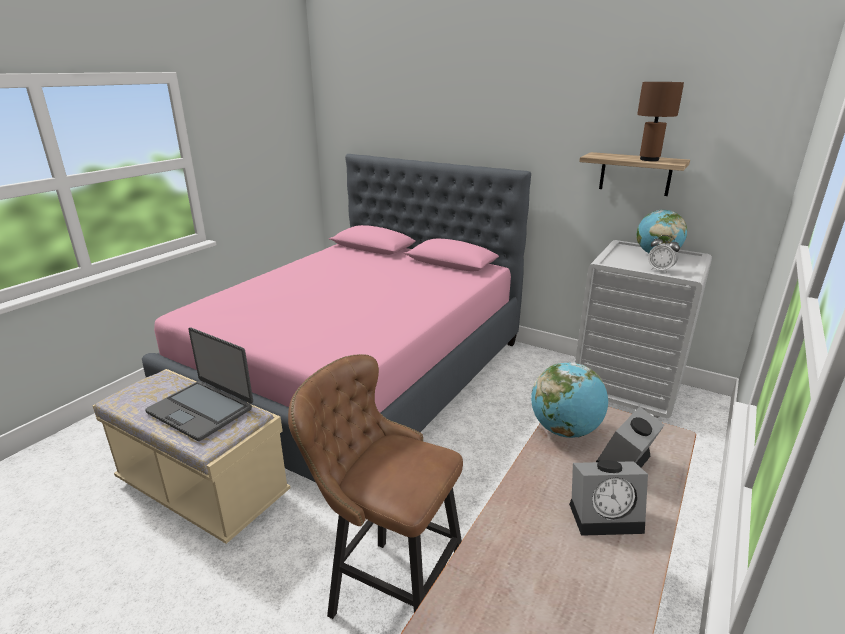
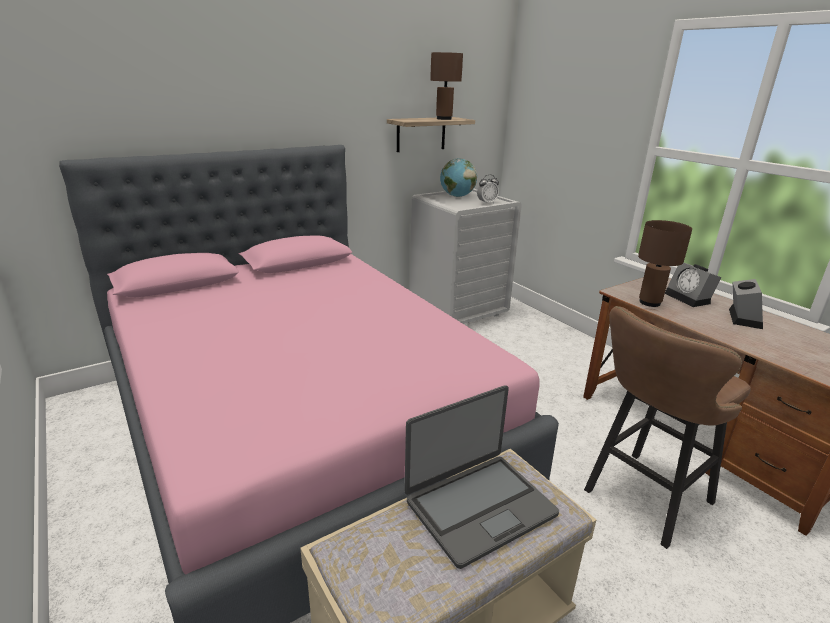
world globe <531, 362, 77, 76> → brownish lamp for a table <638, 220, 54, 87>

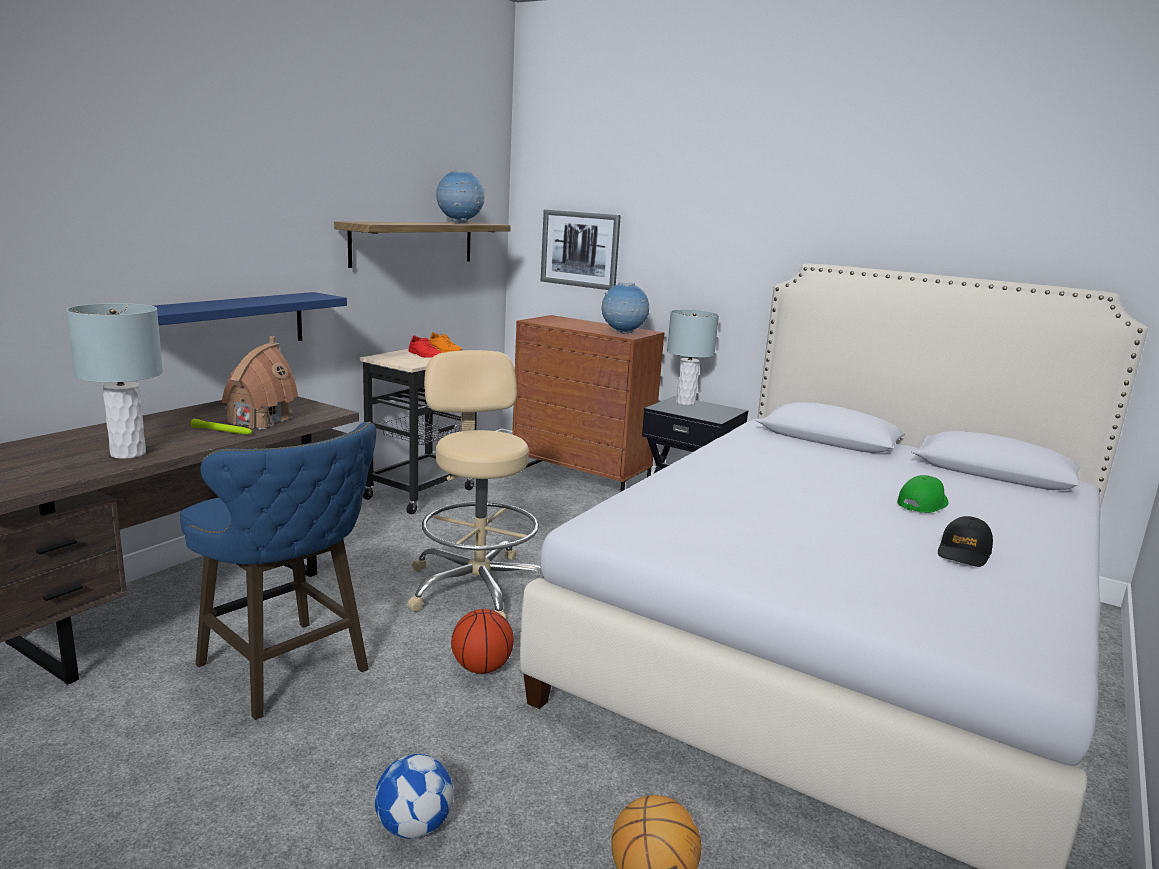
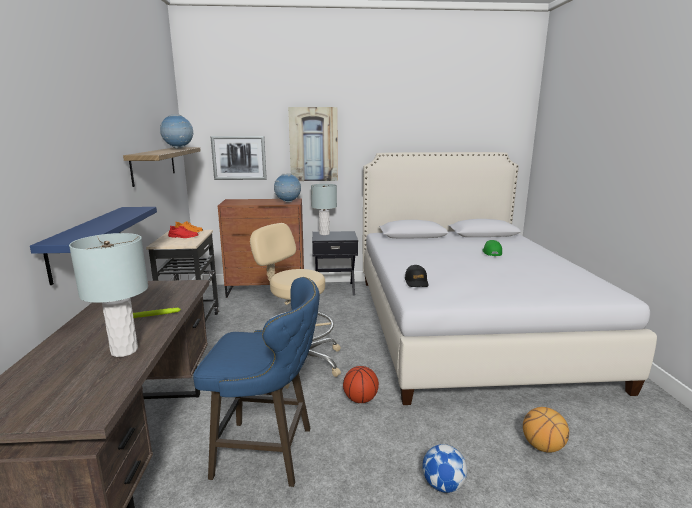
toy house <222, 336, 76, 93> → -
blackish peaked cap <938, 516, 55, 51> → blackish peaked cap <405, 265, 24, 22>, relocated
- → wall picture <288, 107, 50, 74>

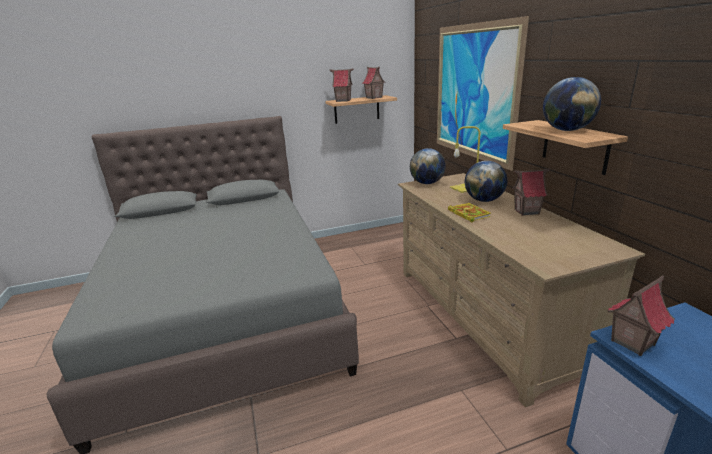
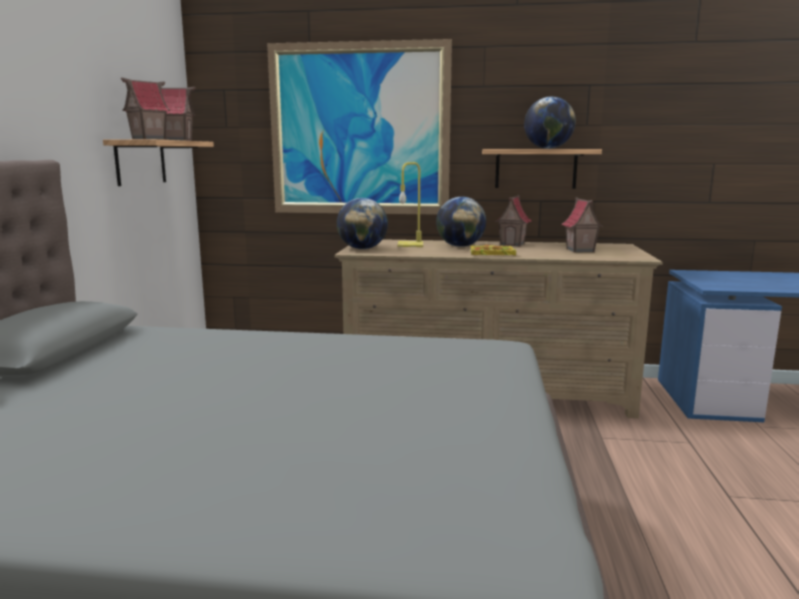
toy house <608, 275, 67, 81> → toy house <562, 197, 42, 56>, relocated

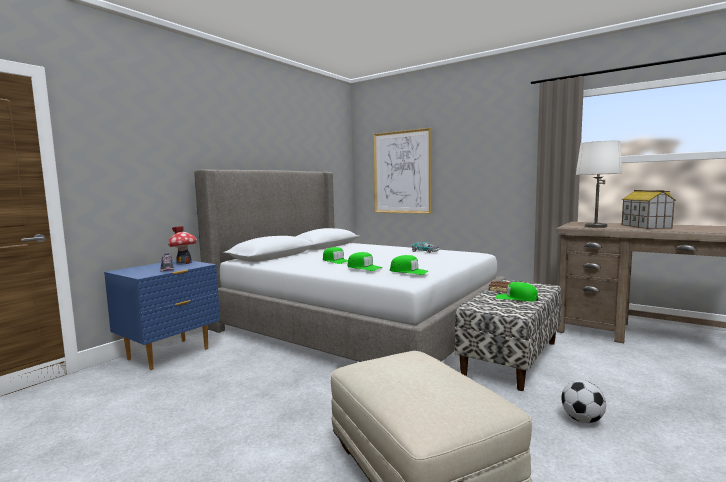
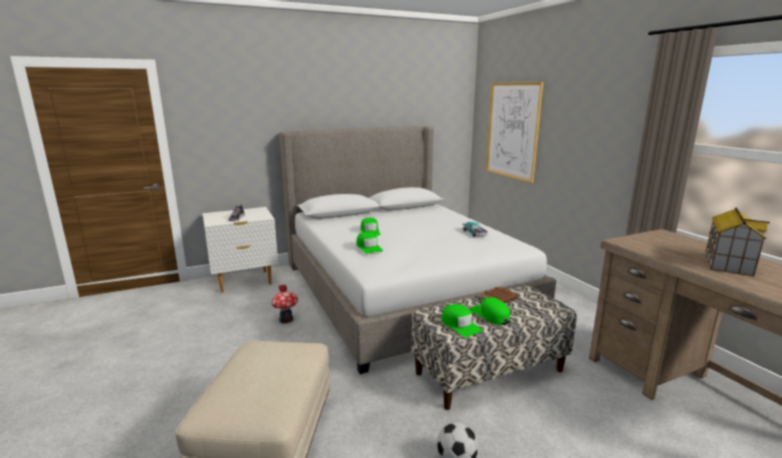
whitish lamp for a table <576, 141, 46, 87> → -
toy house <168, 226, 29, 39> → toy house <271, 284, 27, 39>, relocated
greenish peaked cap <390, 255, 38, 20> → greenish peaked cap <441, 304, 41, 33>, relocated
blue bedside table <104, 260, 116, 110> → whitish bedside table <202, 207, 76, 85>

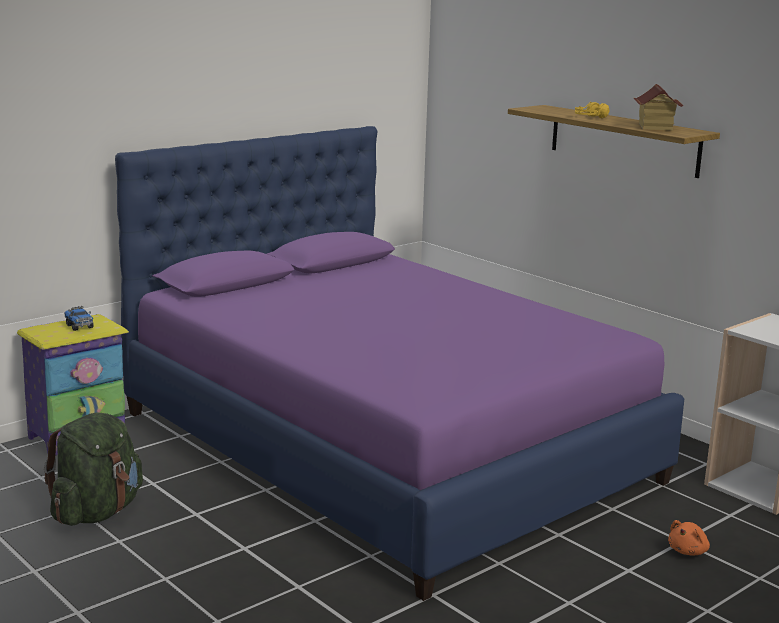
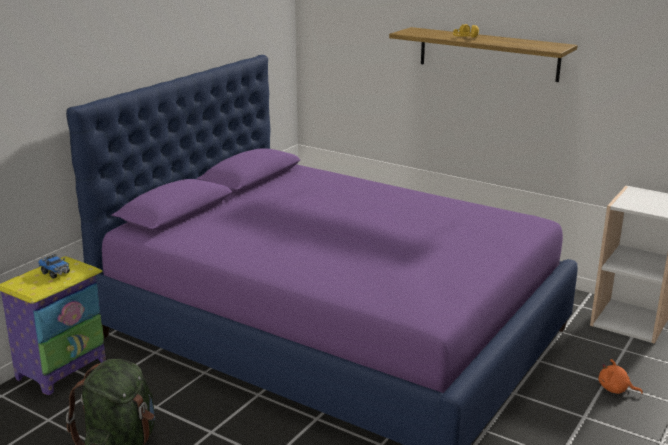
toy house <634, 84, 50, 46> → -
orange-coloured plush toy <668, 520, 42, 36> → orange-coloured plush toy <598, 359, 45, 36>, 90 degrees clockwise

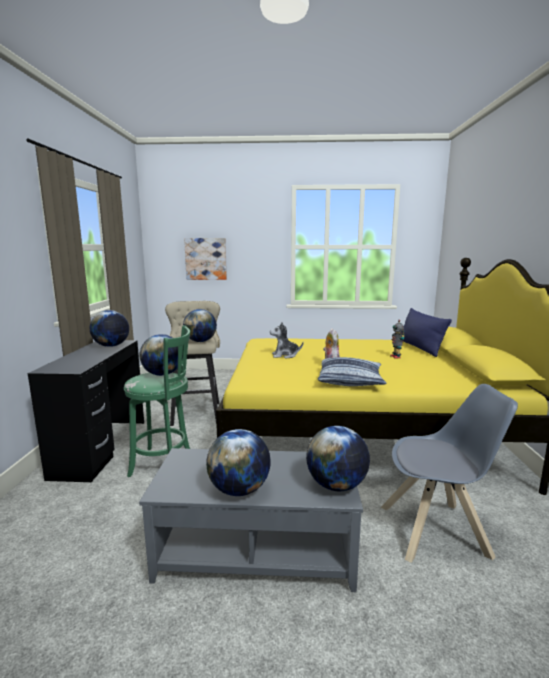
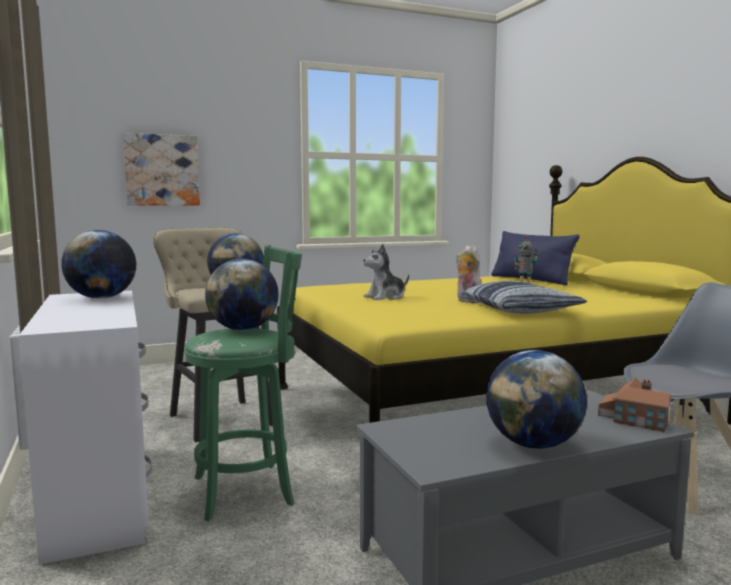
blackish desk <28, 340, 116, 142> → whitish desk <19, 291, 133, 274>
world globe <306, 426, 64, 65> → toy house <598, 378, 73, 54>

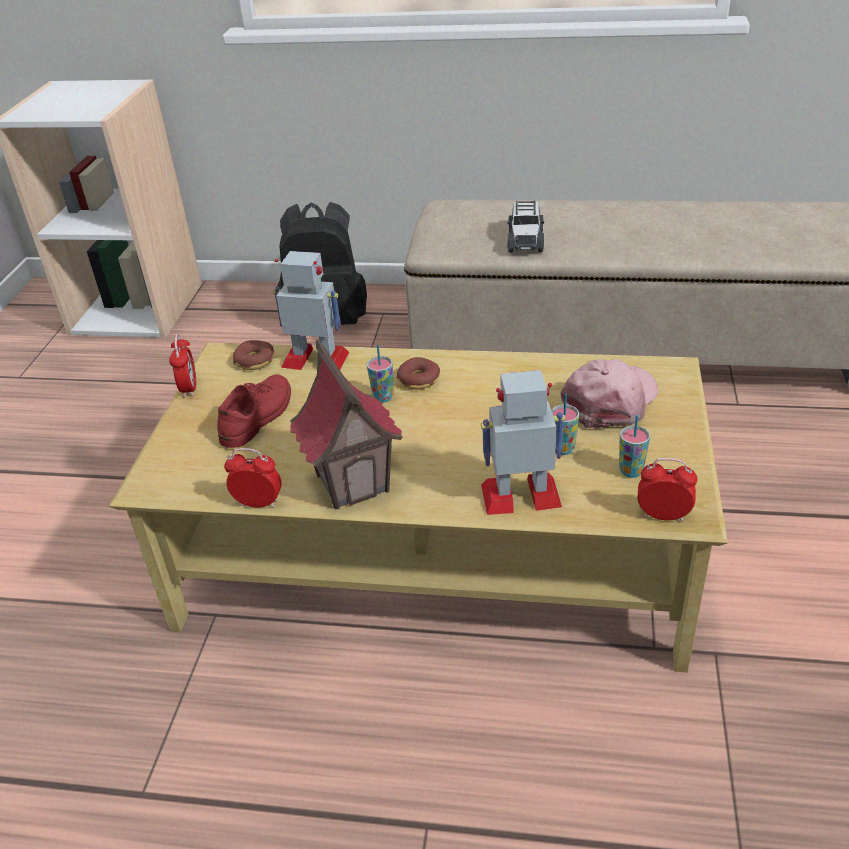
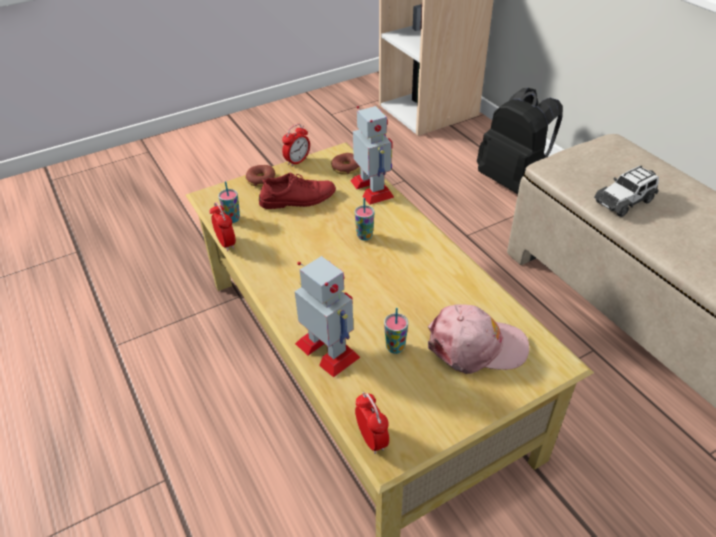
toy house <290, 339, 113, 170> → -
doughnut <397, 357, 43, 33> → doughnut <246, 165, 29, 22>, relocated
small cup <619, 415, 31, 63> → small cup <218, 181, 22, 42>, relocated

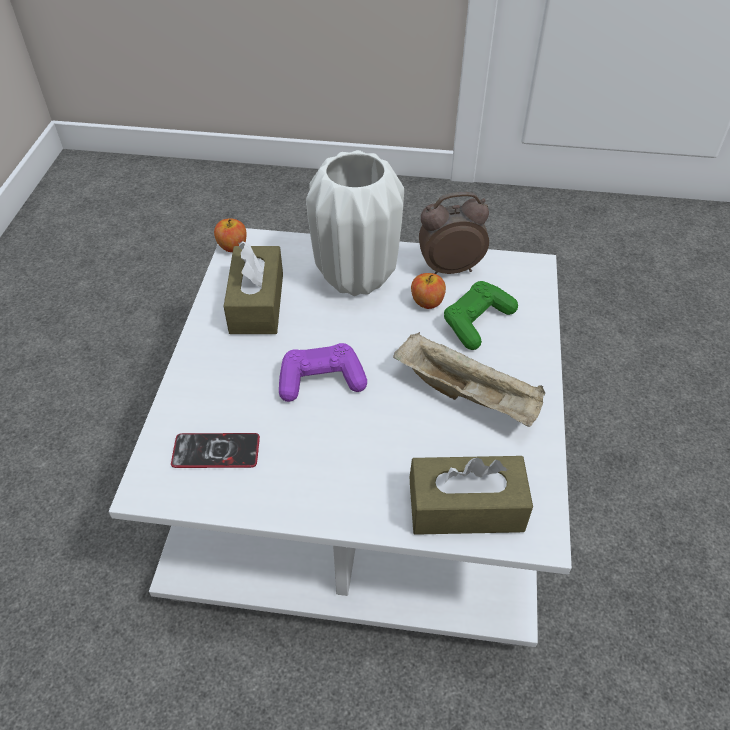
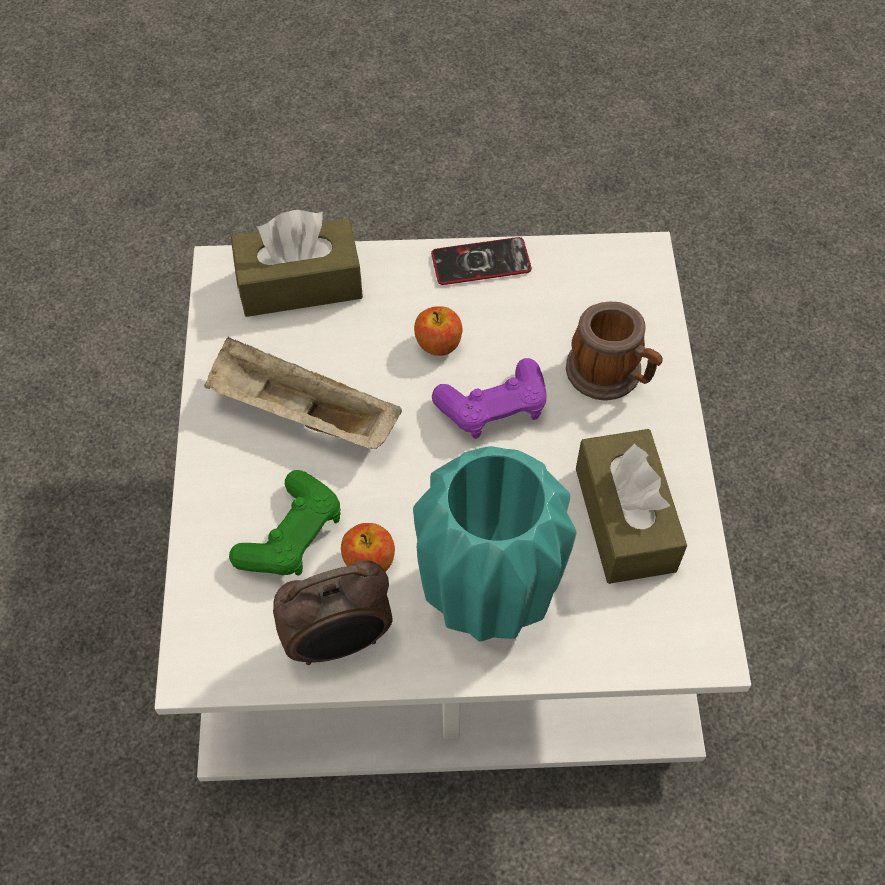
whitish flower vase <306, 150, 98, 146> → blue-green flower vase <413, 446, 164, 196>
apple <214, 218, 33, 34> → apple <414, 306, 48, 50>, relocated
handset <171, 433, 89, 35> → handset <431, 237, 101, 48>, relocated
- → mug <566, 302, 97, 99>

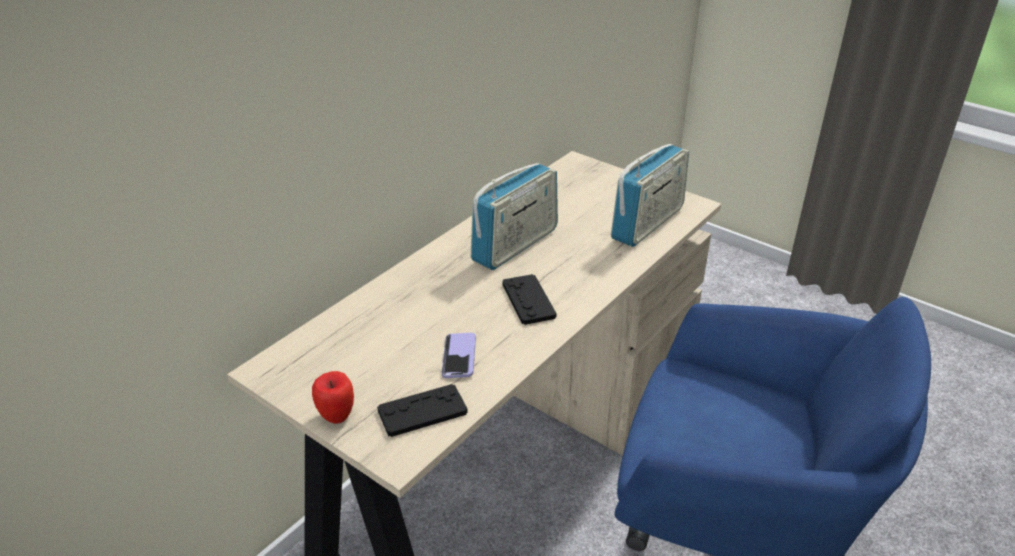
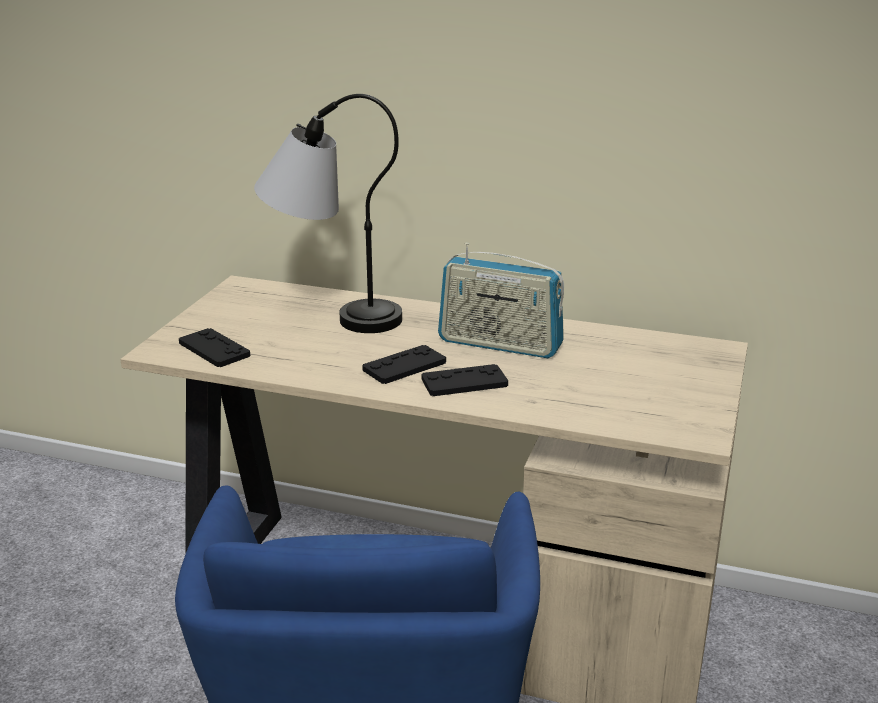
radio set <611, 144, 78, 103> → -
handset <442, 333, 34, 45> → -
apple <312, 371, 42, 53> → -
- → lamp for a table <254, 94, 148, 239>
- → blackish game controller <421, 364, 87, 32>

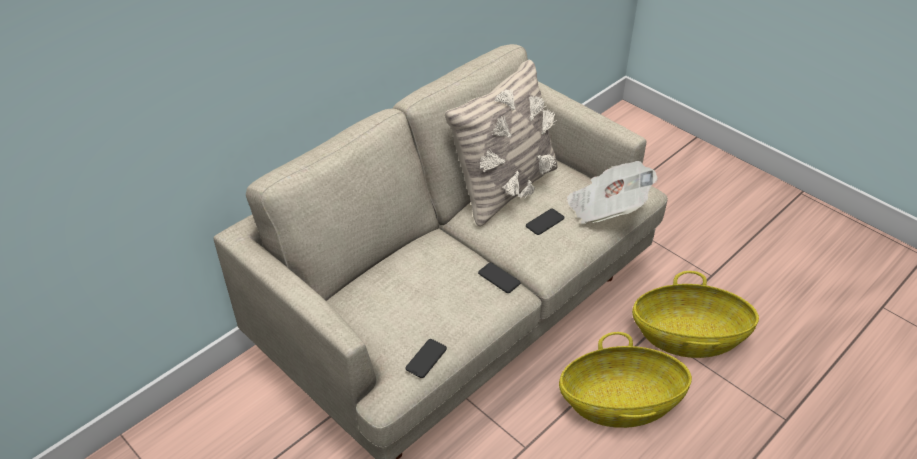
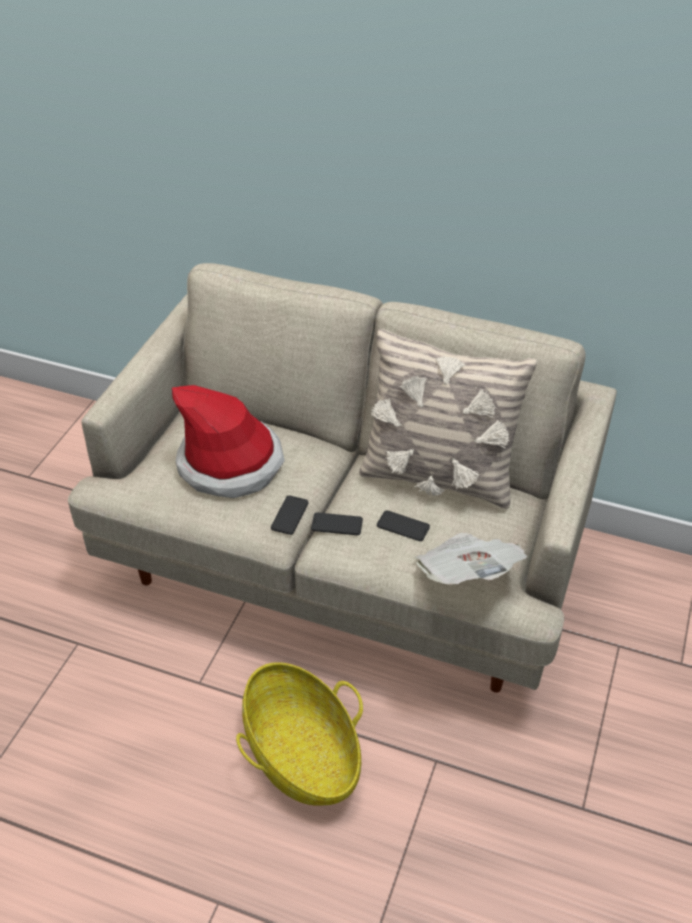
household basket <632, 271, 127, 87> → -
handset <406, 339, 41, 39> → handset <311, 512, 52, 23>, relocated
- → clothing hat <172, 385, 113, 113>

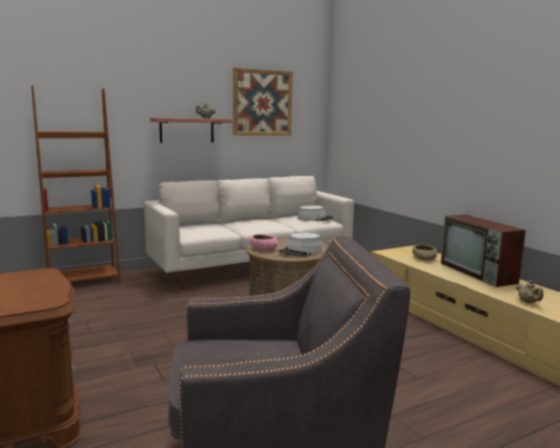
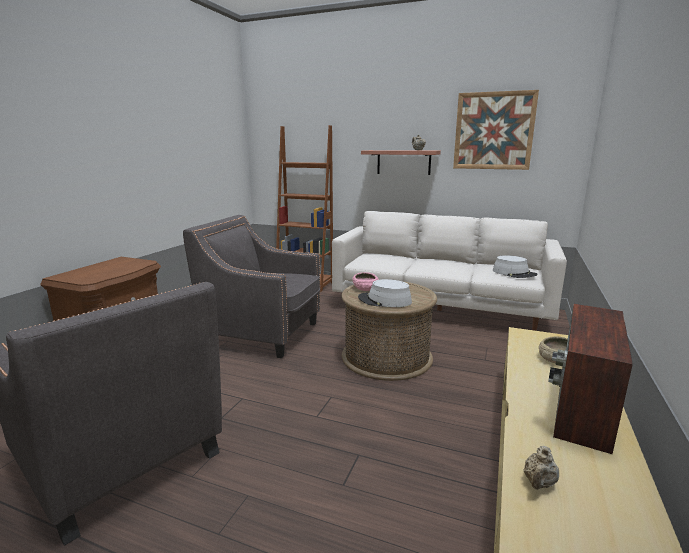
- → grey armchair <183, 215, 137, 143>

